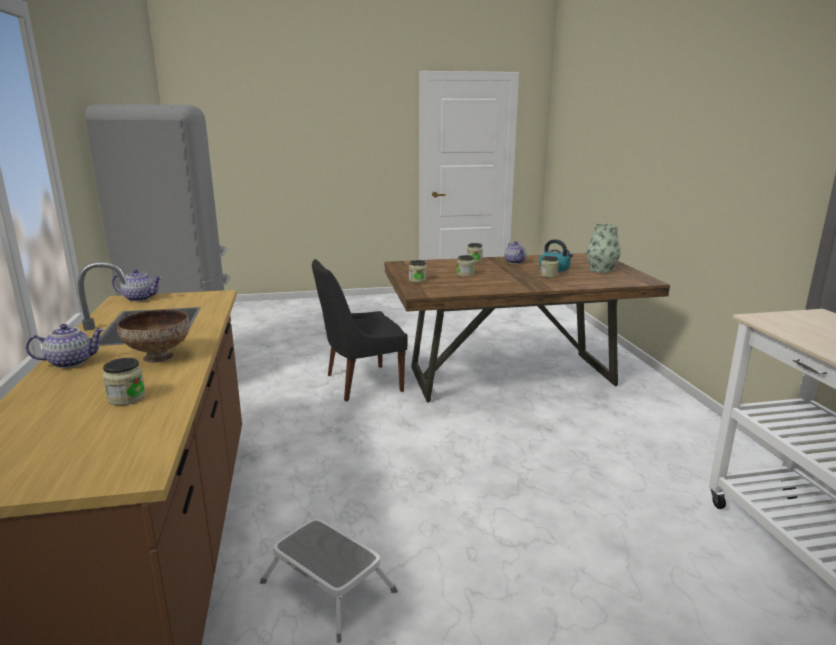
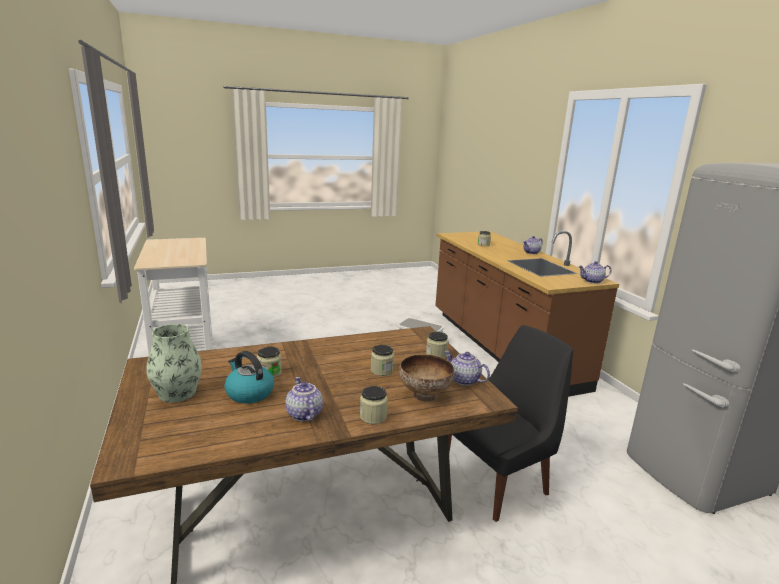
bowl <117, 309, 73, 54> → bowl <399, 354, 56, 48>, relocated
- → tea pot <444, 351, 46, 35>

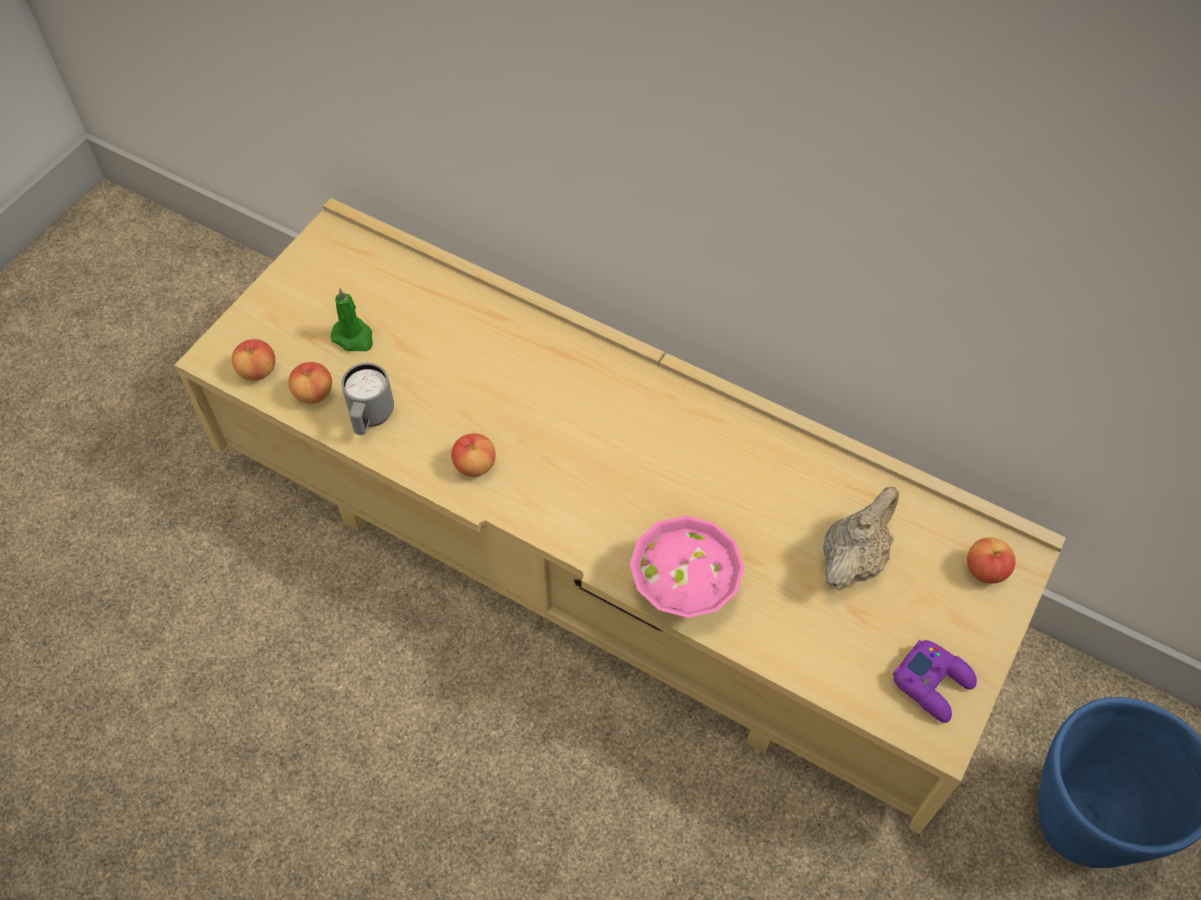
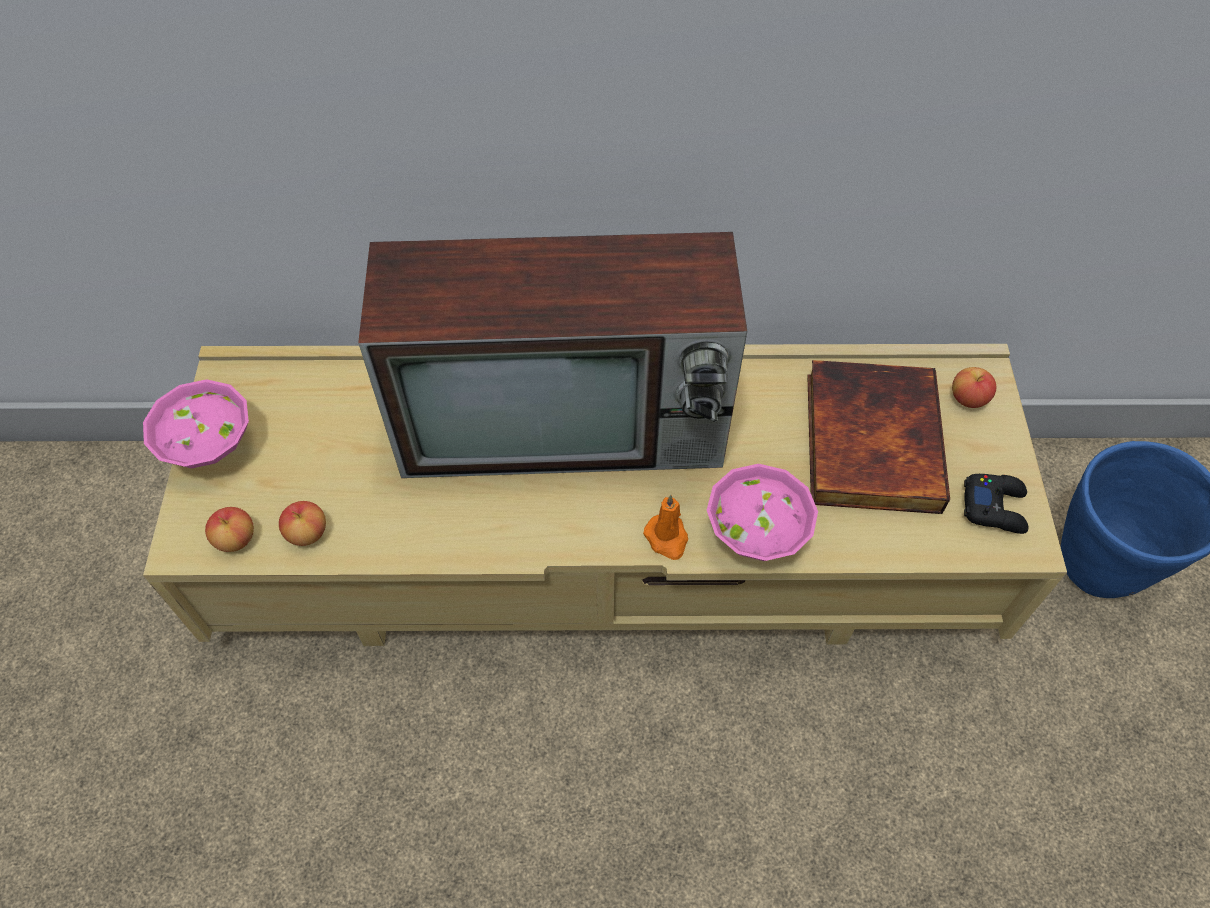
greenish wax light <330, 288, 43, 63> → -
grey mug <341, 363, 53, 72> → -
apple <451, 433, 45, 44> → -
sand-coloured tea pot <823, 487, 76, 103> → volume <807, 360, 143, 154>
purplish game controller <892, 640, 85, 83> → blackish game controller <964, 474, 64, 60>
- → television <358, 232, 389, 246>
- → pink-coloured bowl <143, 379, 106, 89>
- → orange-coloured wax light <643, 495, 45, 65>

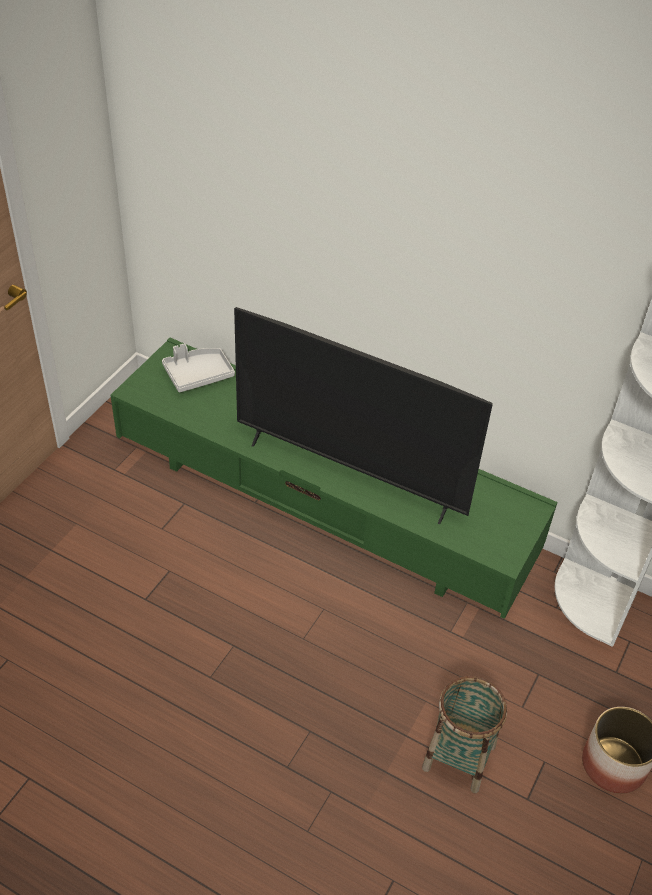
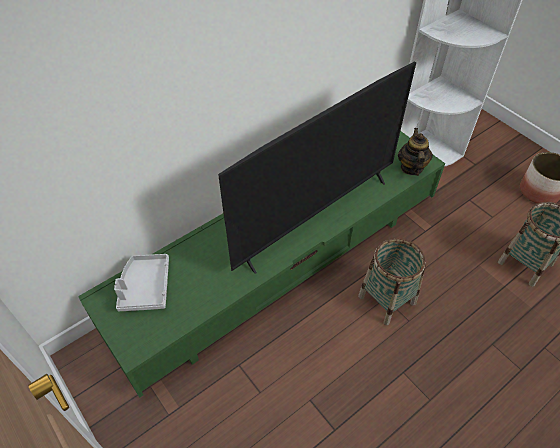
- → tea pot <398, 128, 35, 48>
- → household basket <358, 238, 68, 87>

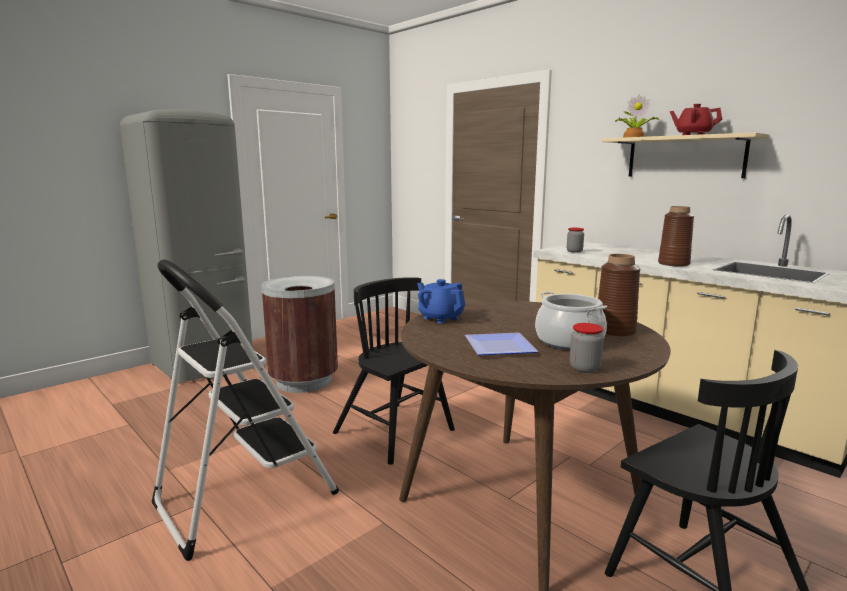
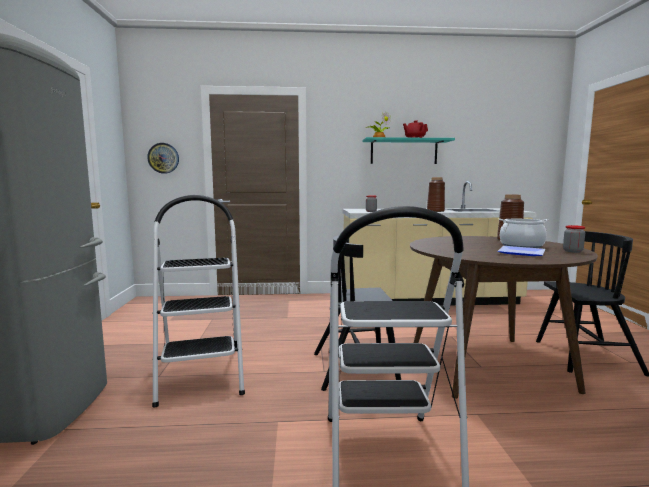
sand-coloured wall shelf <601, 132, 169, 46> → blue-green wall shelf <362, 137, 93, 27>
brownish rubbish bin <261, 276, 77, 117> → step ladder <152, 195, 93, 212>
blue tea pot <417, 279, 49, 45> → -
- → hanging clock <147, 143, 32, 31>

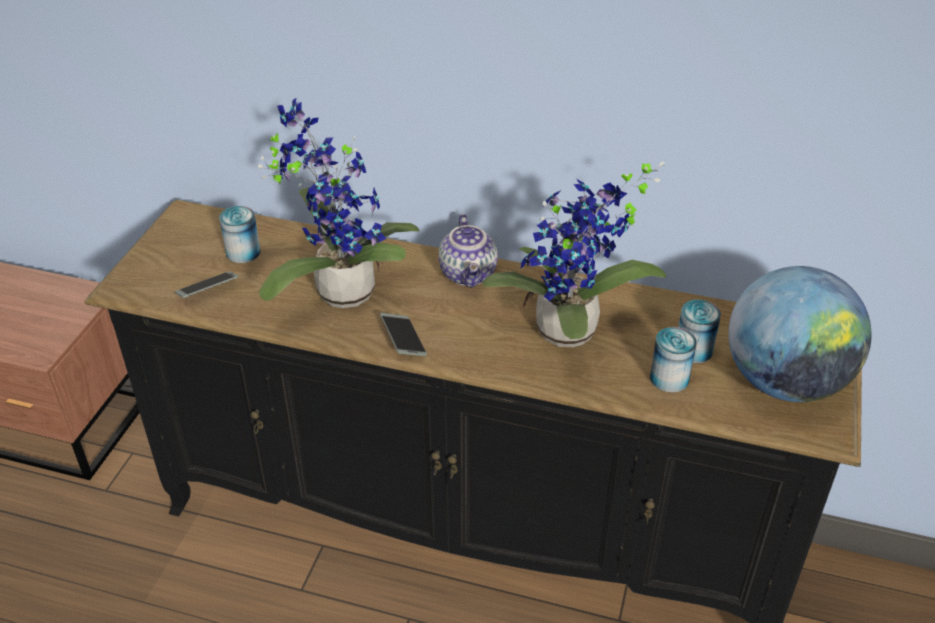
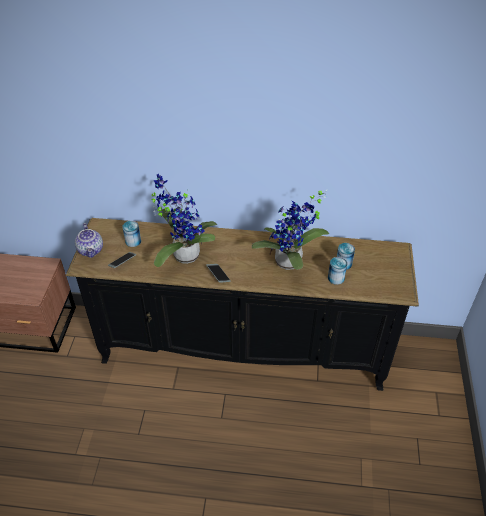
tea pot <439, 214, 59, 74> → tea pot <75, 223, 28, 35>, relocated
world globe <729, 266, 143, 136> → -

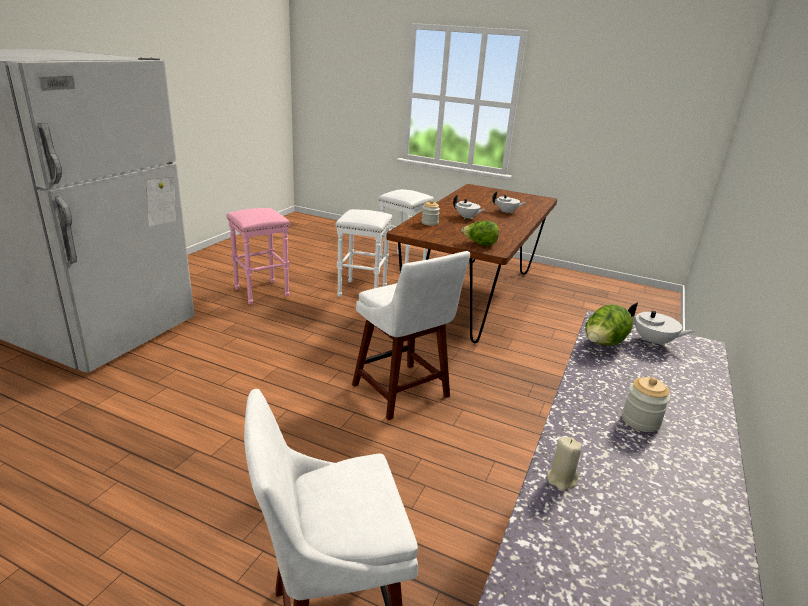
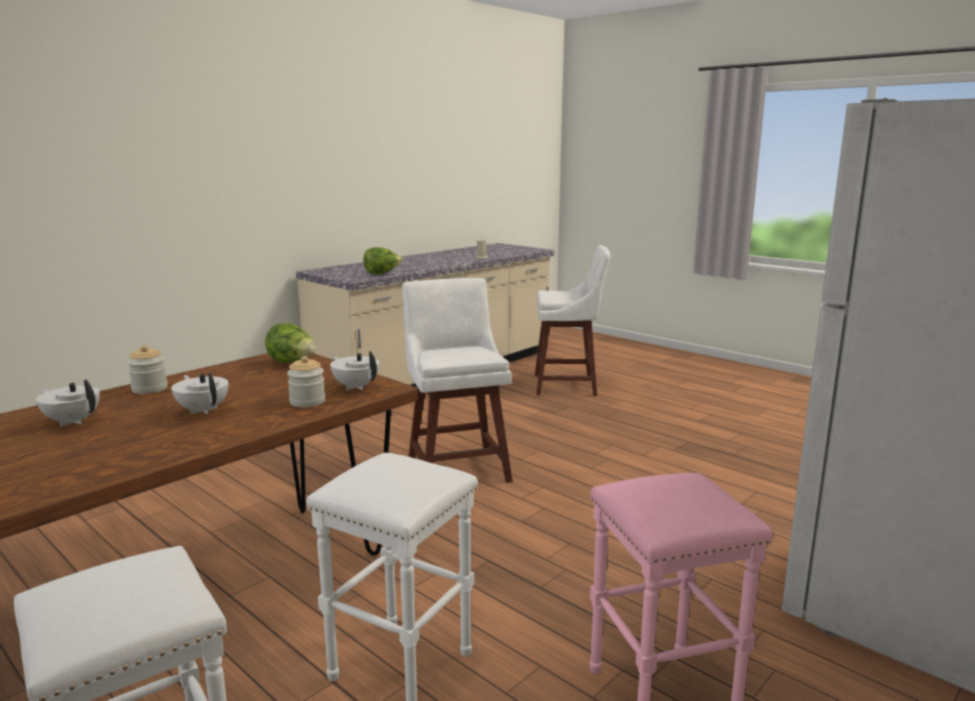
whitish tea pot <628, 302, 68, 45> → whitish tea pot <330, 351, 49, 39>, relocated
storage jar <622, 377, 48, 55> → storage jar <127, 345, 41, 49>, relocated

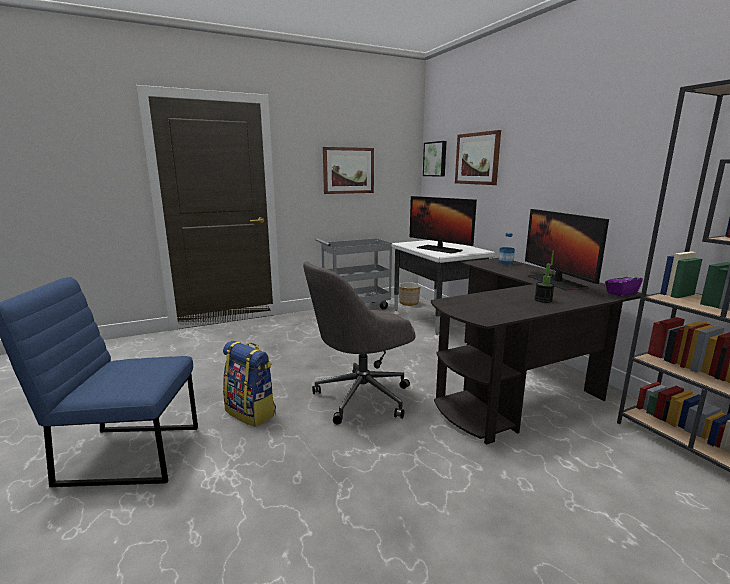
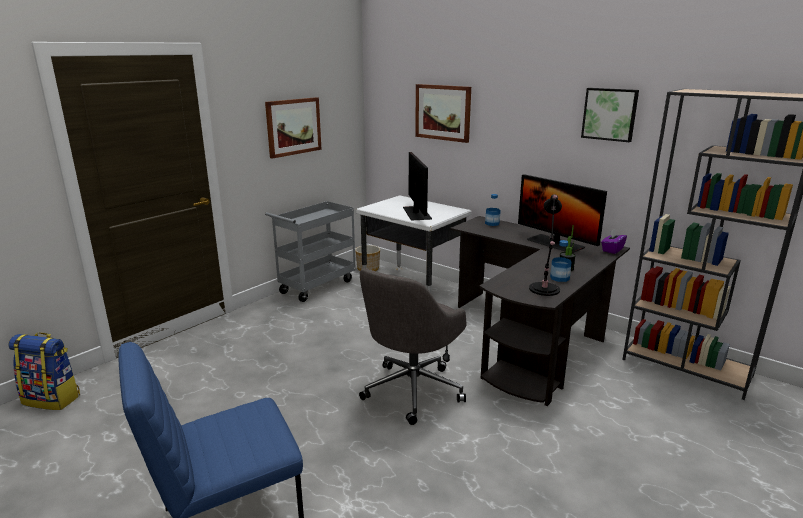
wall picture <423, 141, 24, 36> → wall picture <581, 88, 58, 54>, relocated
computer screen <410, 196, 67, 58> → computer screen <403, 152, 29, 69>, 120 degrees counterclockwise
knapsack <223, 341, 53, 86> → knapsack <8, 332, 72, 78>, relocated
- → blackish lamp for a table <529, 194, 33, 102>
- → bottle <550, 240, 22, 42>

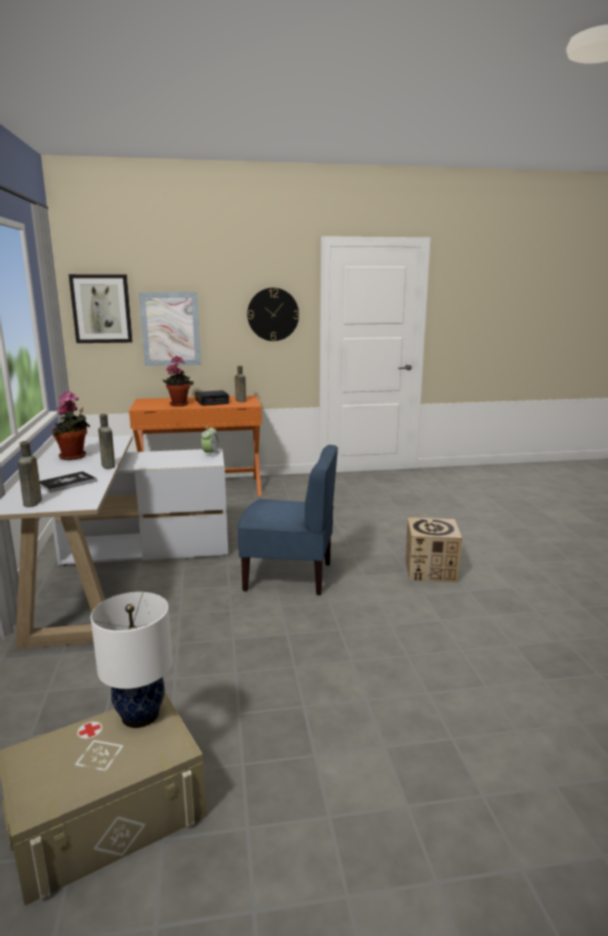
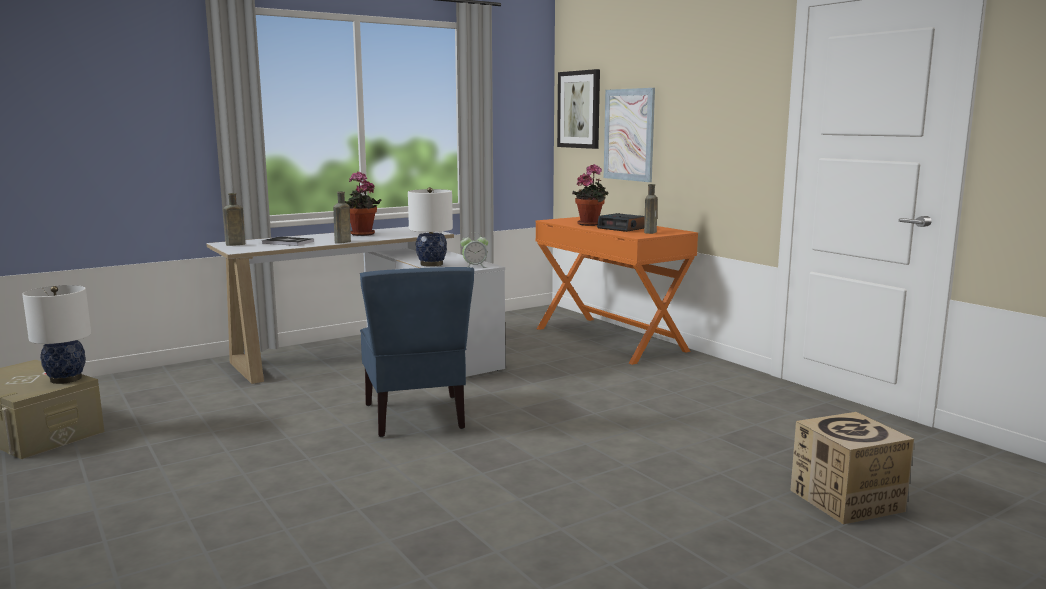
hanging clock <247, 288, 52, 53> → -
cardboard box <405, 517, 57, 66> → cardboard box <790, 412, 124, 112>, relocated
- → whitish lamp for a table <408, 187, 45, 80>

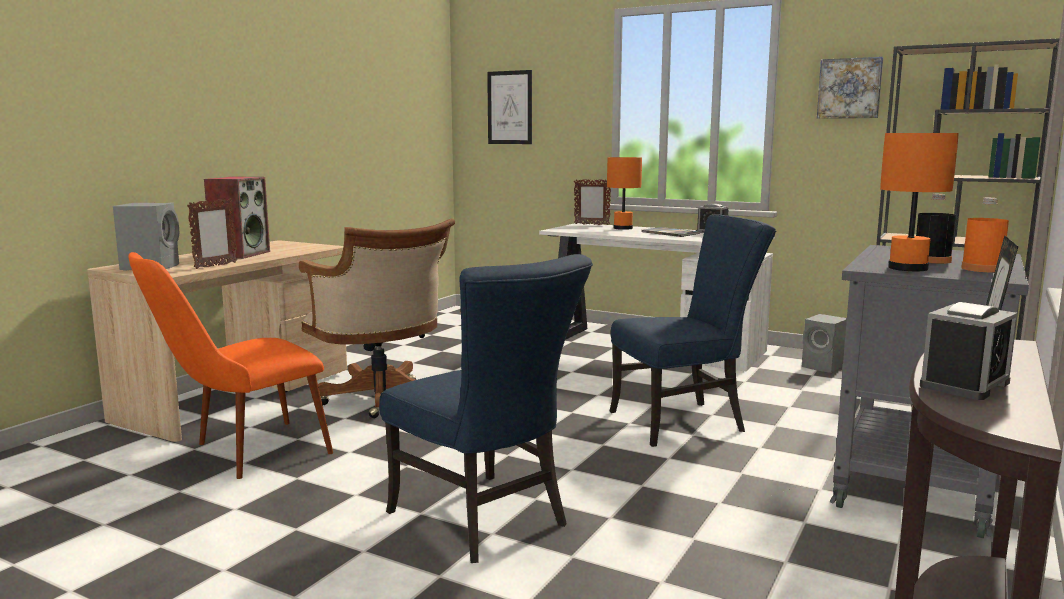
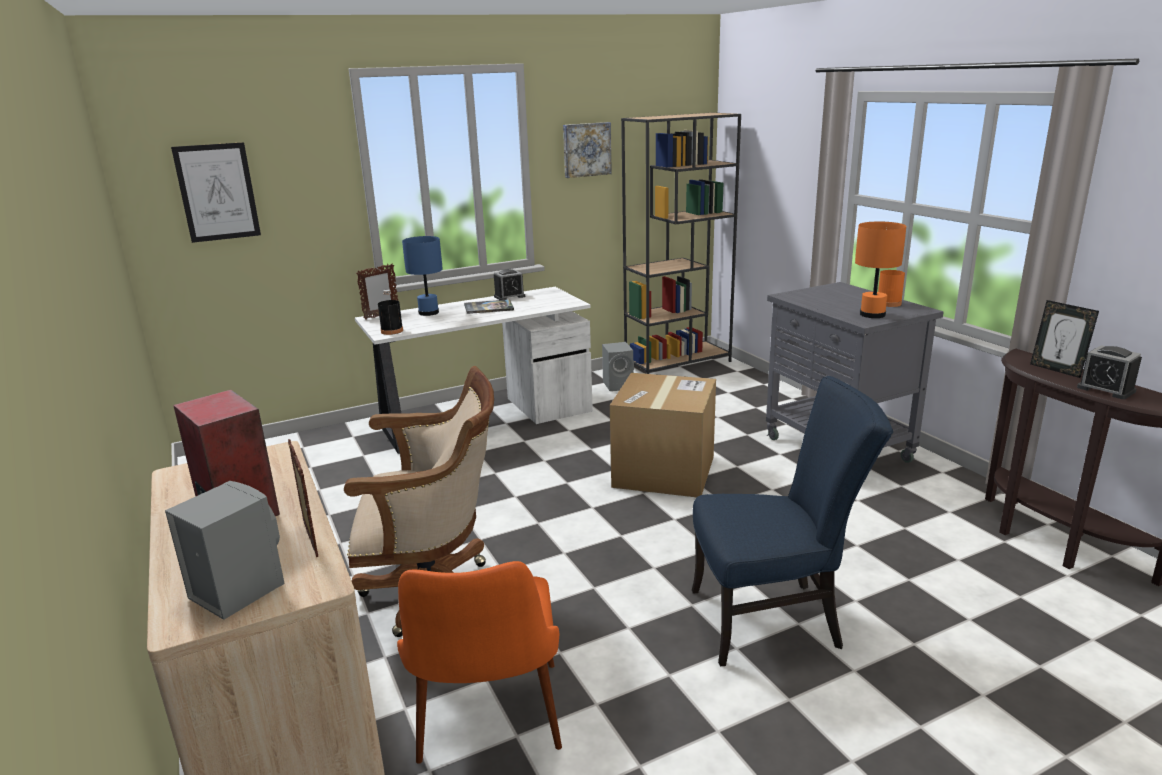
orange-coloured lamp for a table <607, 157, 35, 73> → blue lamp for a table <402, 236, 40, 80>
blackish bottle <916, 194, 40, 70> → blackish bottle <378, 290, 25, 45>, relocated
blue plain chair <609, 214, 168, 233> → cardboard box <610, 373, 106, 124>
alarm clock <920, 302, 98, 98> → alarm clock <1077, 345, 65, 54>, 150 degrees clockwise

